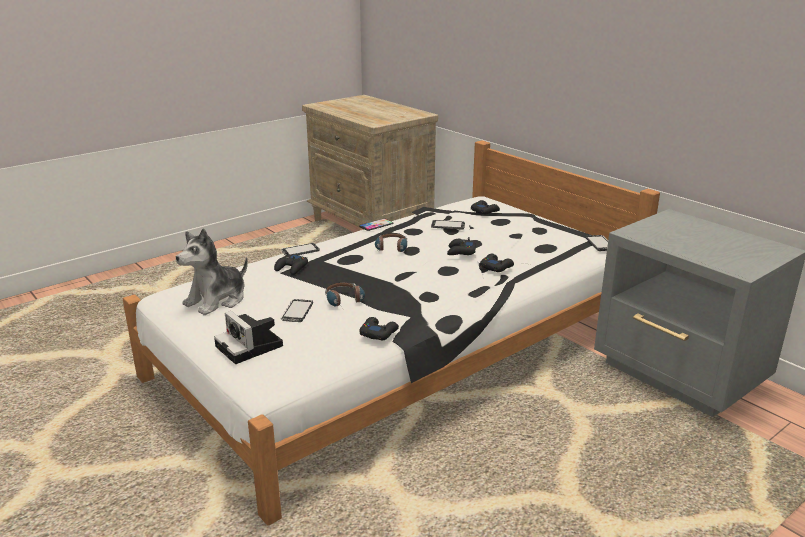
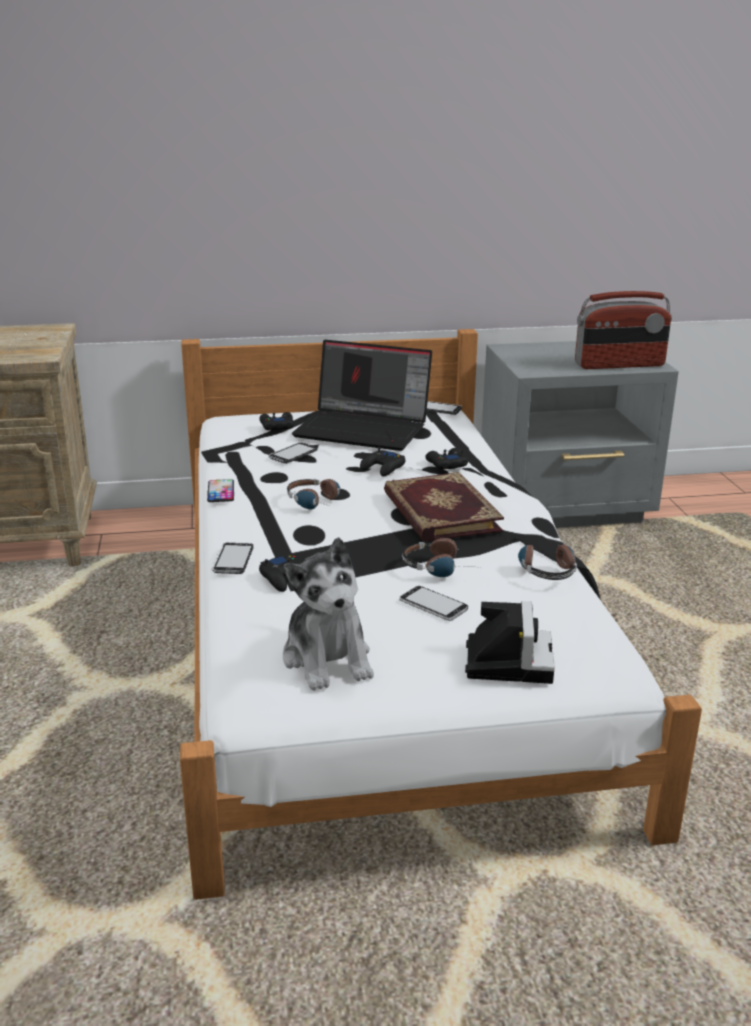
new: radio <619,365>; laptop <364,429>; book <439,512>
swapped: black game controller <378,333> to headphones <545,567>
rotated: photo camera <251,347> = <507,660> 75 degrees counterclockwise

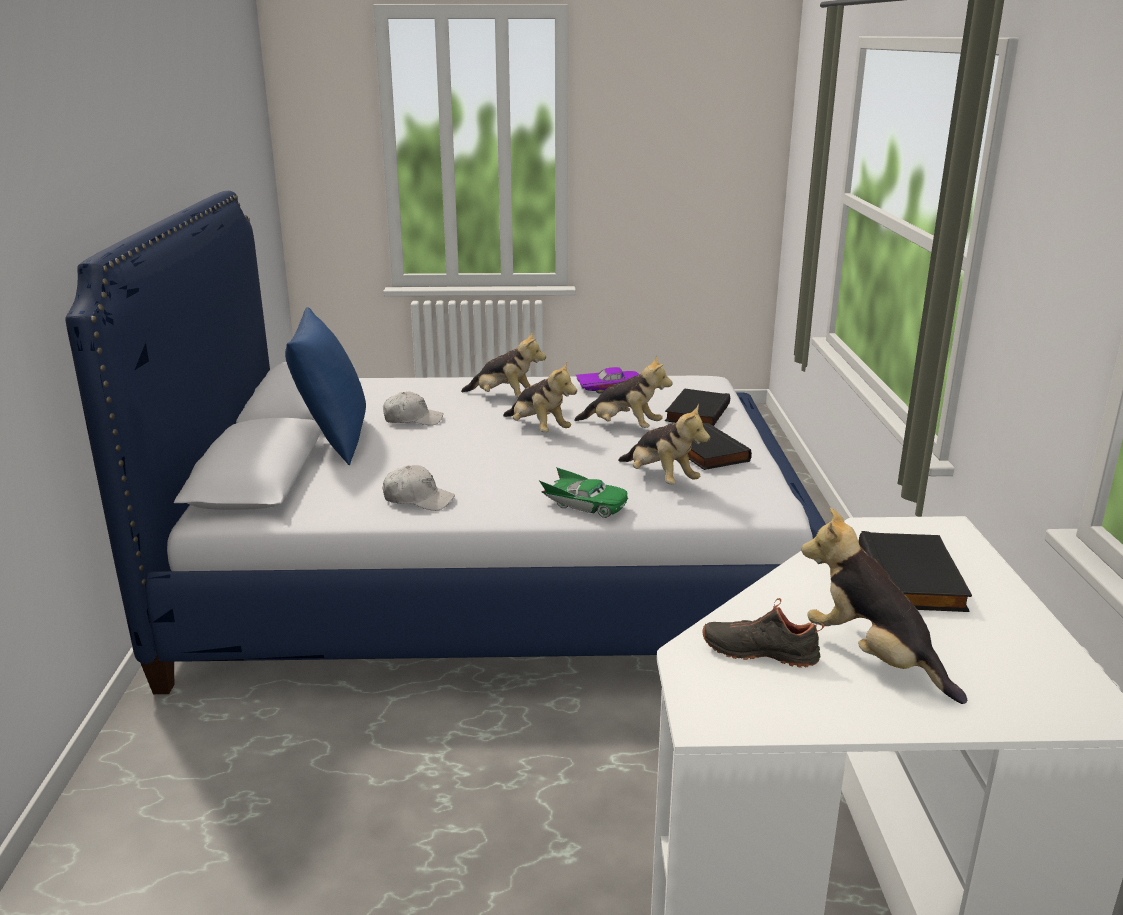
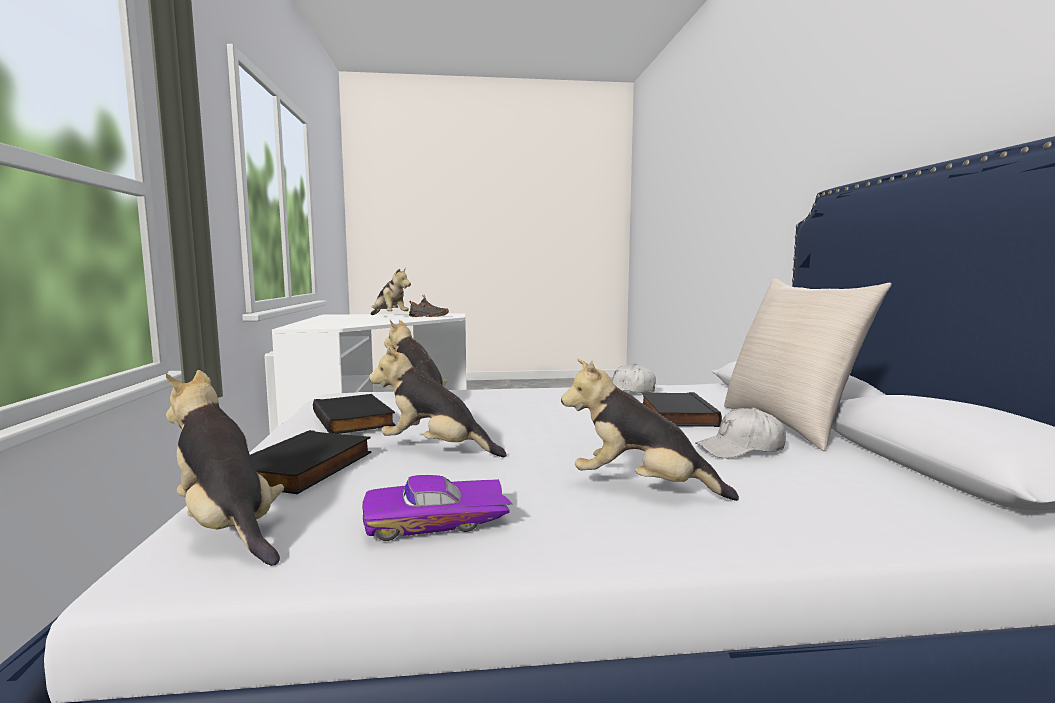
gone: green toy car <584,505>
shifted: plush toy <538,430> to <228,528>; black book <913,579> to <675,415>
repainted: blue pillow <333,440> to beige pillow <789,425>

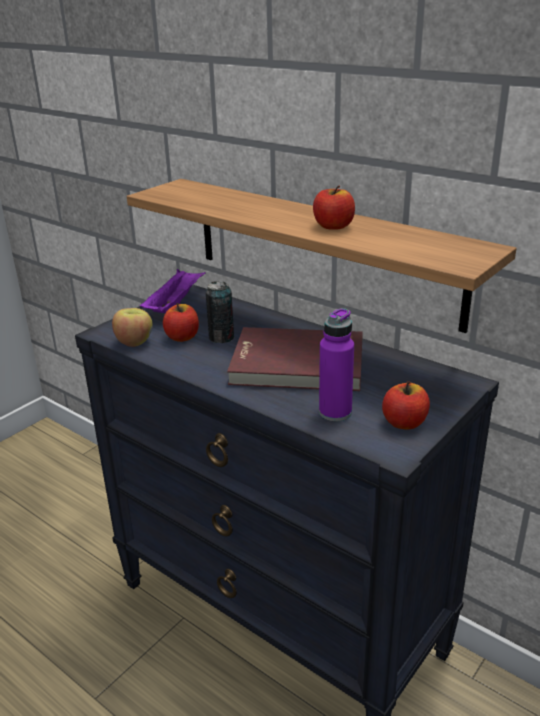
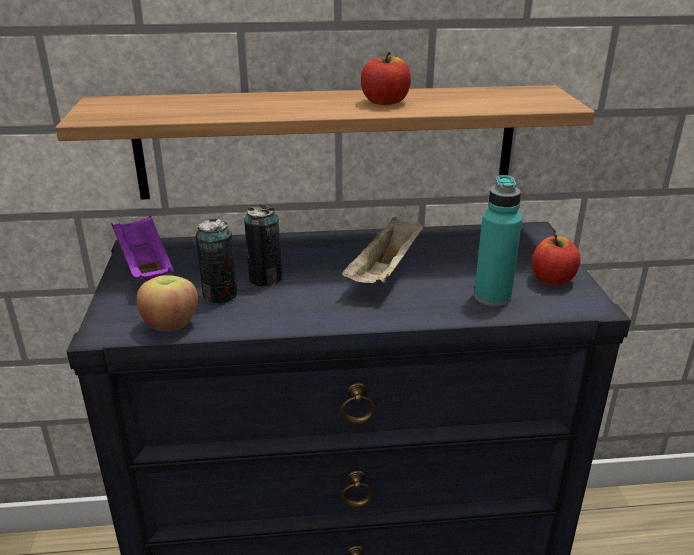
swapped: apple <182,337> to can <220,295>; red book <297,364> to beige tray <385,272>
repainted: purple bottle <335,412> to turquoise bottle <492,297>

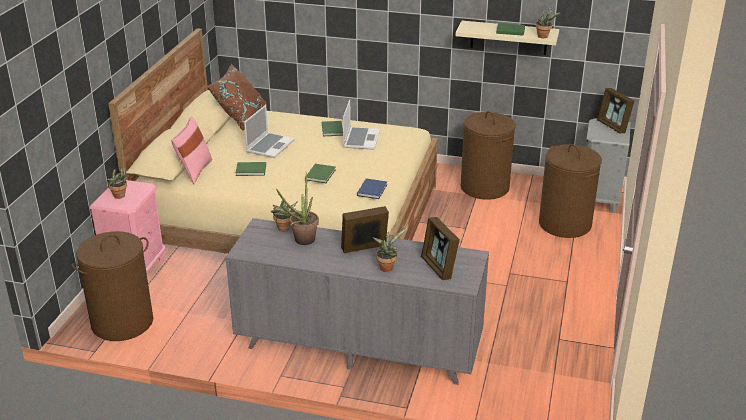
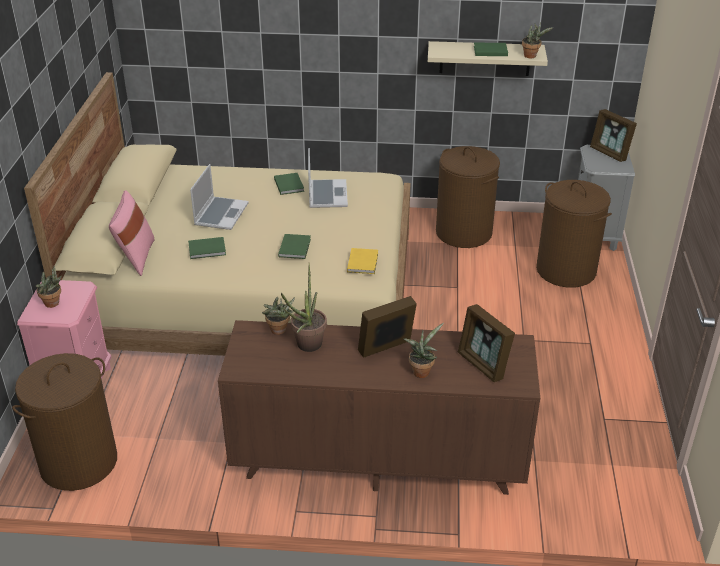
gone: brown pillow <240,118>
repainted: blue book <373,190> to yellow book <363,262>; grey dresser <358,346> to brown dresser <377,459>

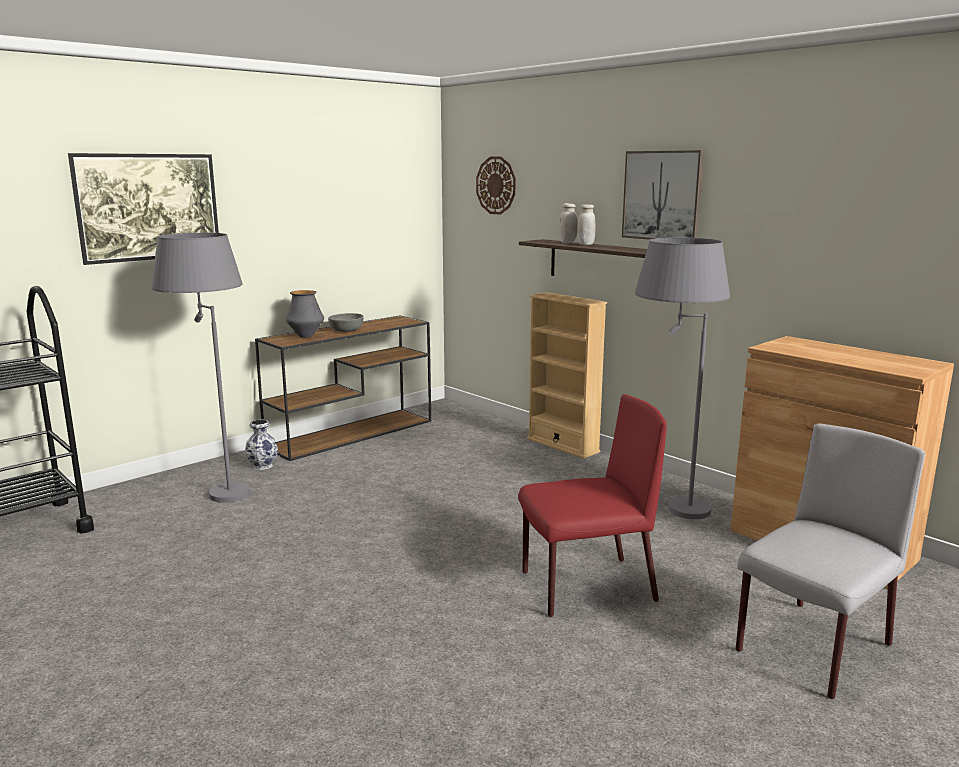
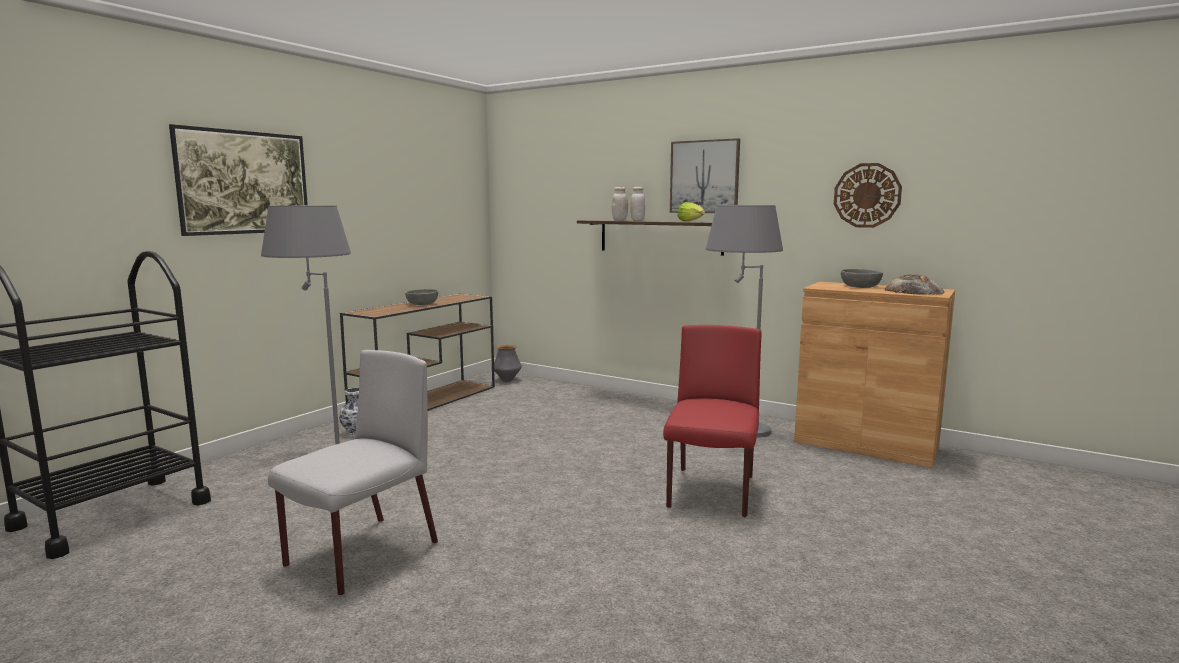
gone: beige bookcase <562,445>
new: lettuce <691,221>; grey bowl <860,286>; bread <914,291>
shifted: wall clock <496,185> to <867,195>; vase <305,336> to <507,380>; grey chair <812,649> to <360,555>
rotated: red chair <585,587> = <711,492> 45 degrees counterclockwise

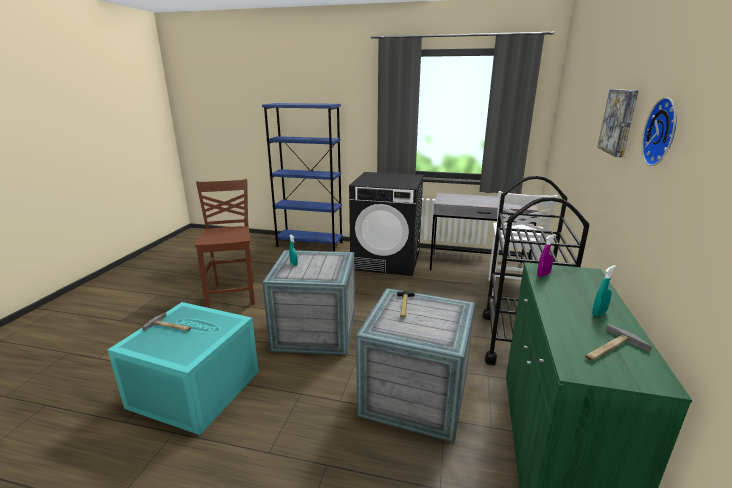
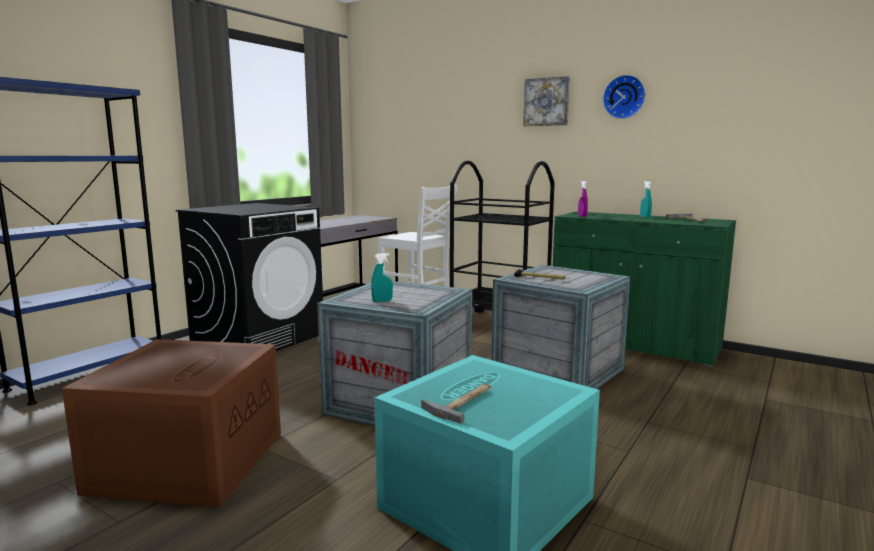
swapped: brown chair <233,293> to brown storage box <188,460>

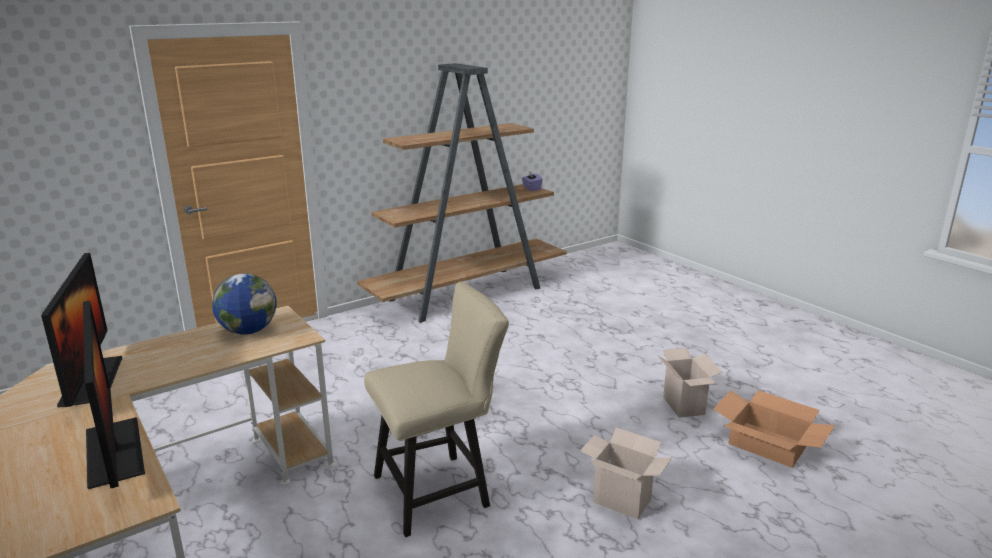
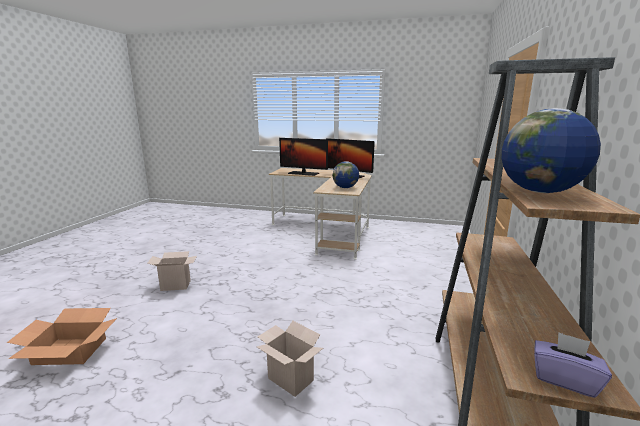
gone: beige chair <440,490>
new: globe <540,192>
shifted: cardboard box <685,406> to <289,379>

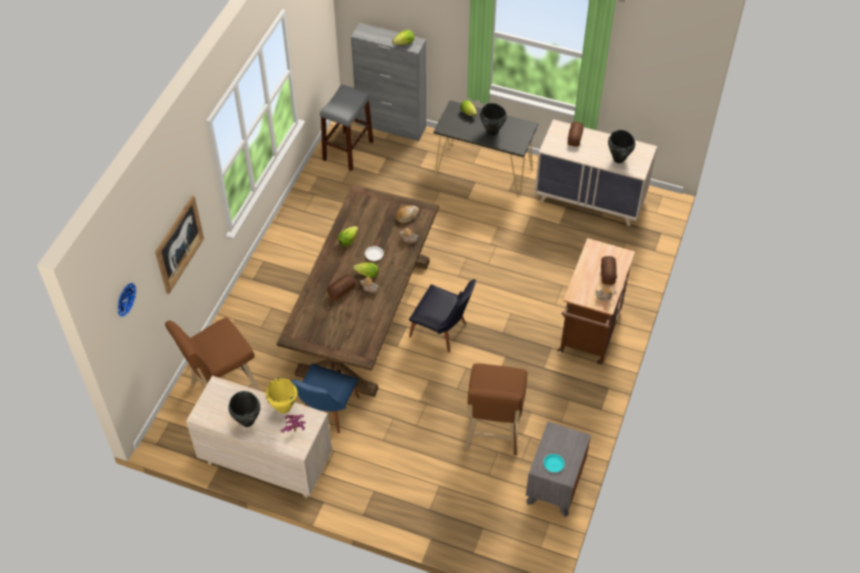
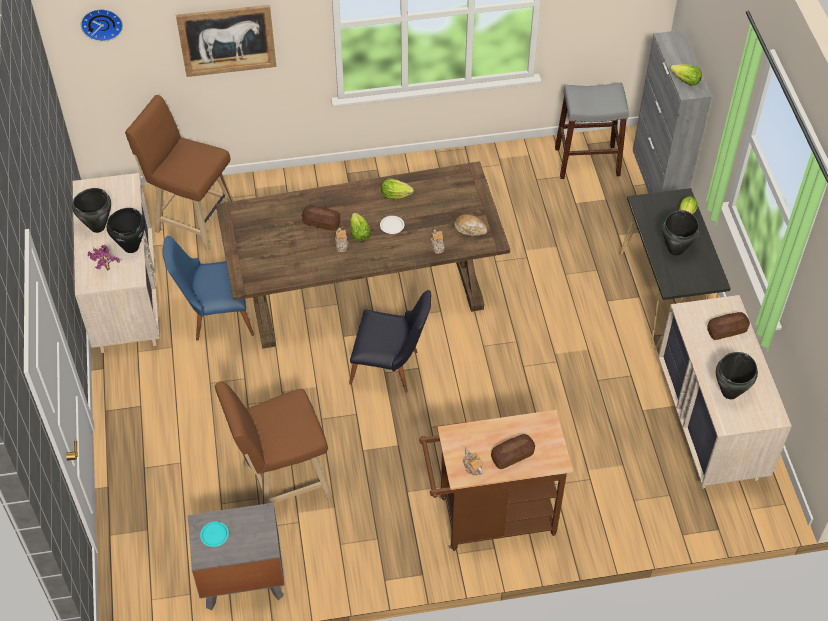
repainted: yellow cooking pot <283,408> to black cooking pot <130,247>
rotated: black chair <443,332> = <391,369> 75 degrees counterclockwise

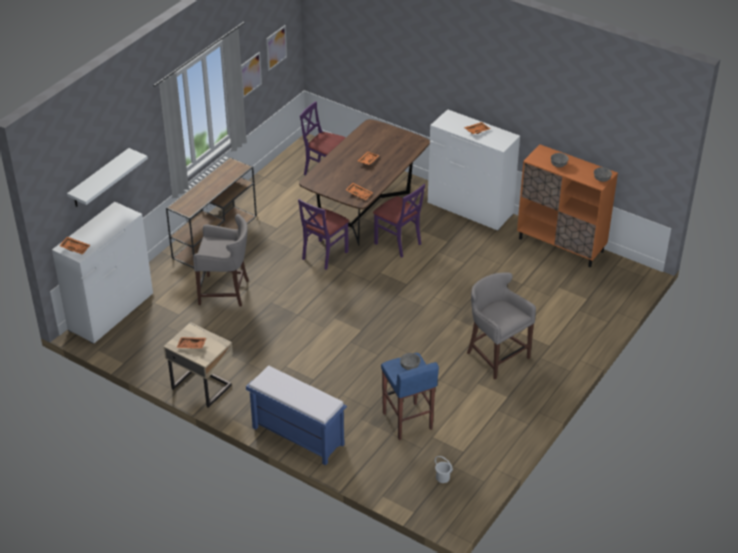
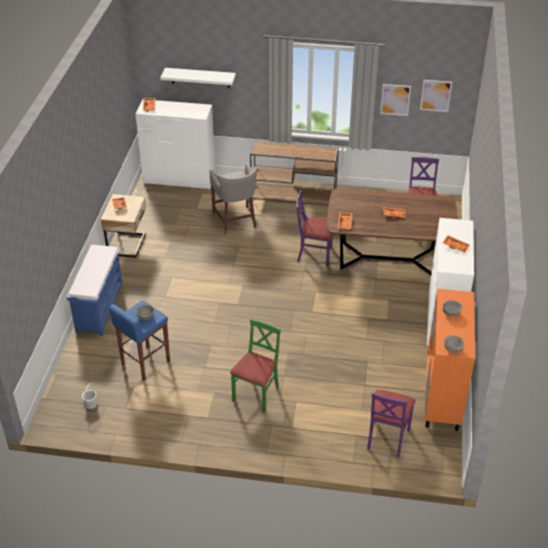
shifted: purple chair <398,243> to <387,438>
swapped: grey stool <496,355> to green chair <257,394>

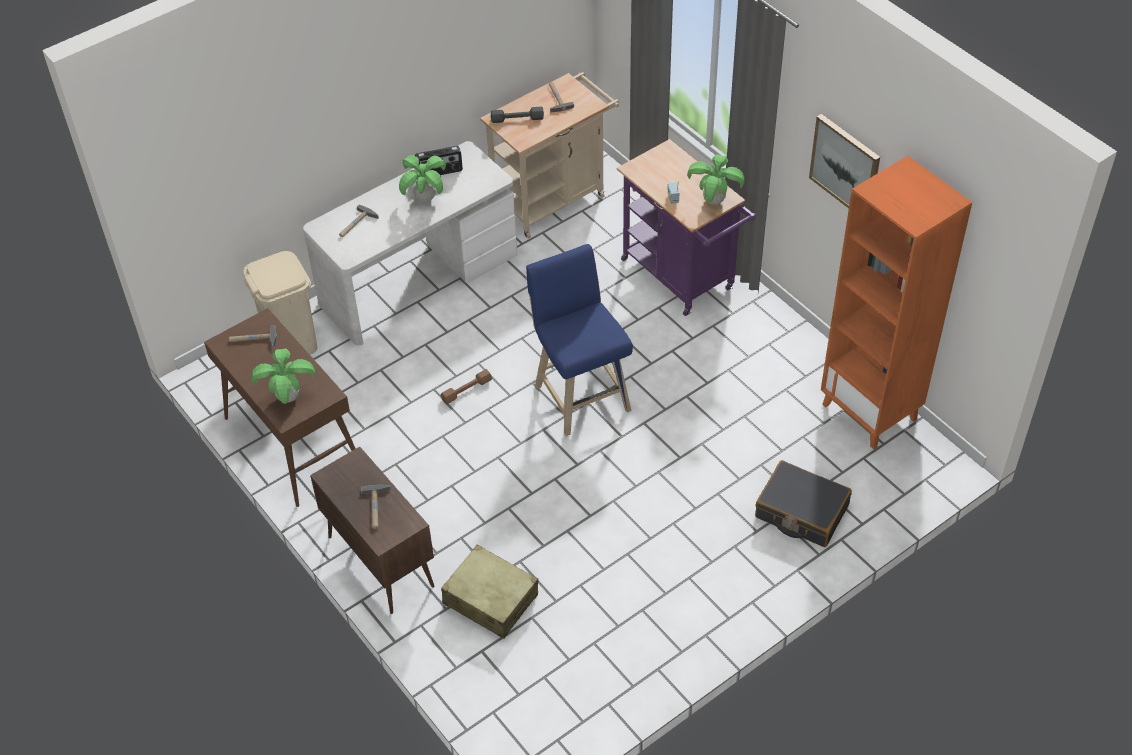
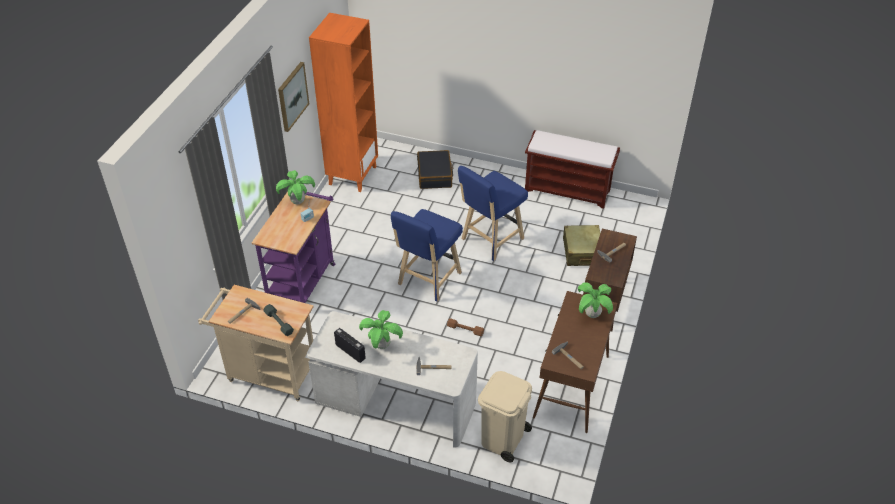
new: brown bench <568,190>; blue stool <490,240>

